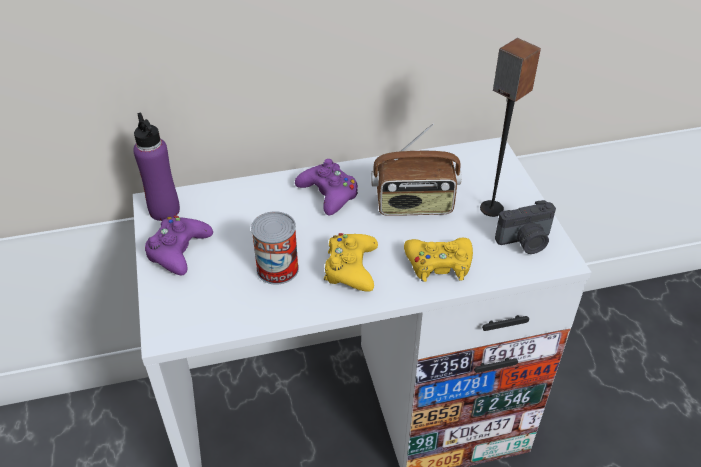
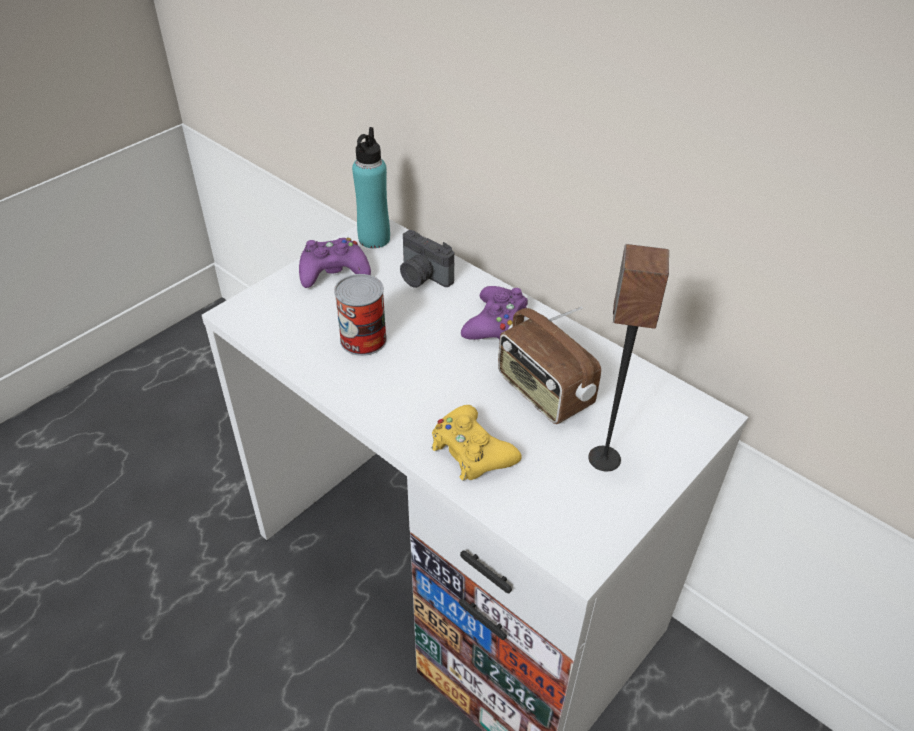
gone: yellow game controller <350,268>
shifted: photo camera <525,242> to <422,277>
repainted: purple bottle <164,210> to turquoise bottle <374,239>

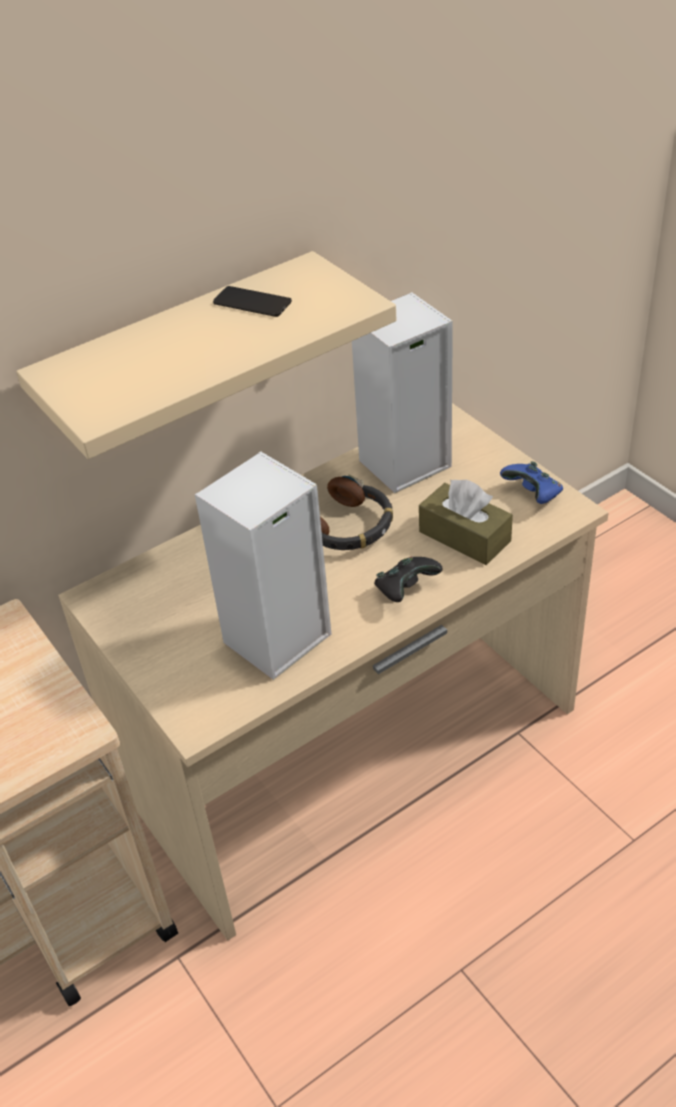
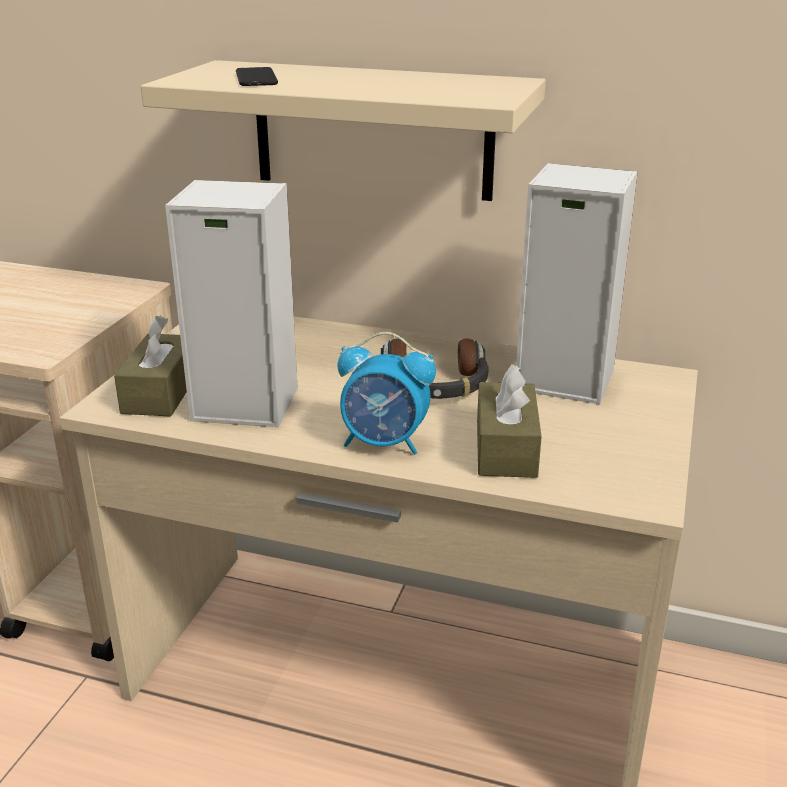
gone: blue game controller <533,494>
new: brown tissue box <161,392>
shifted: phone <252,302> to <256,78>
swapped: black game controller <406,589> to alarm clock <385,443>

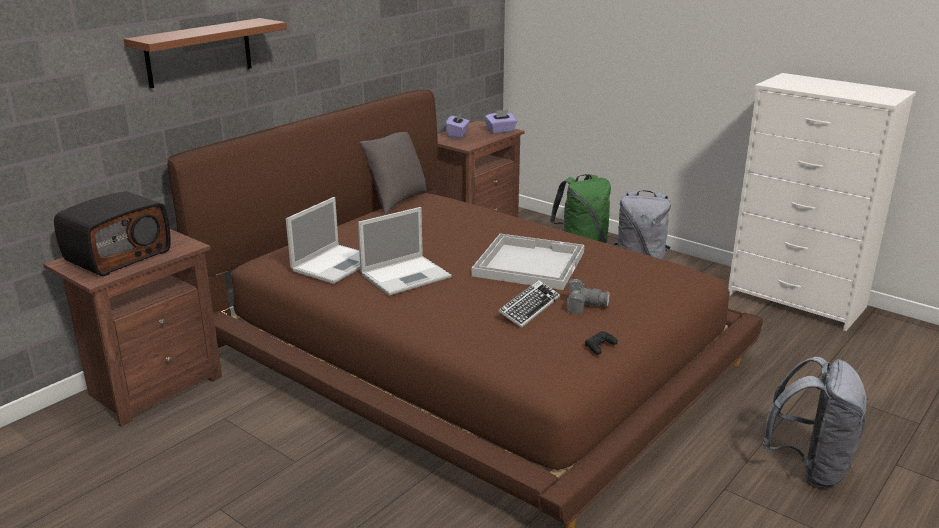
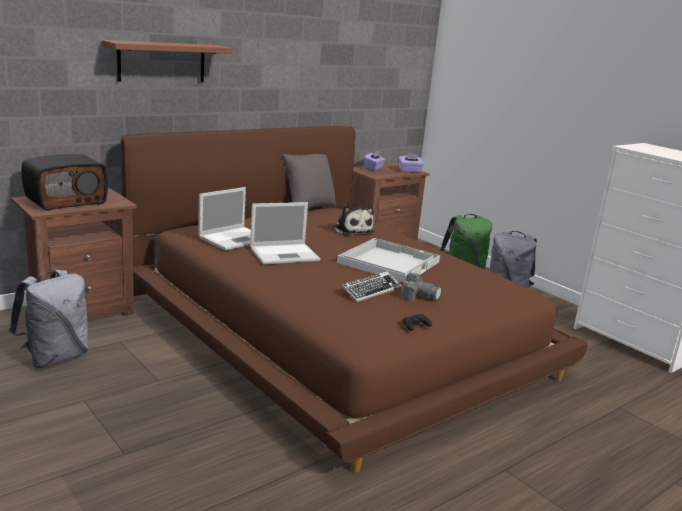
new: plush toy <351,230>
shifted: grey backpack <809,466> to <55,358>

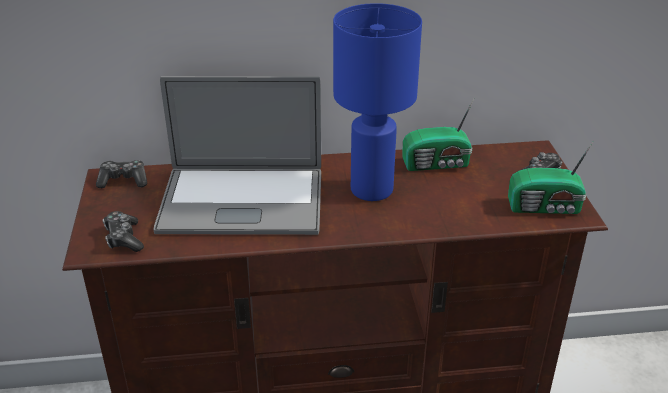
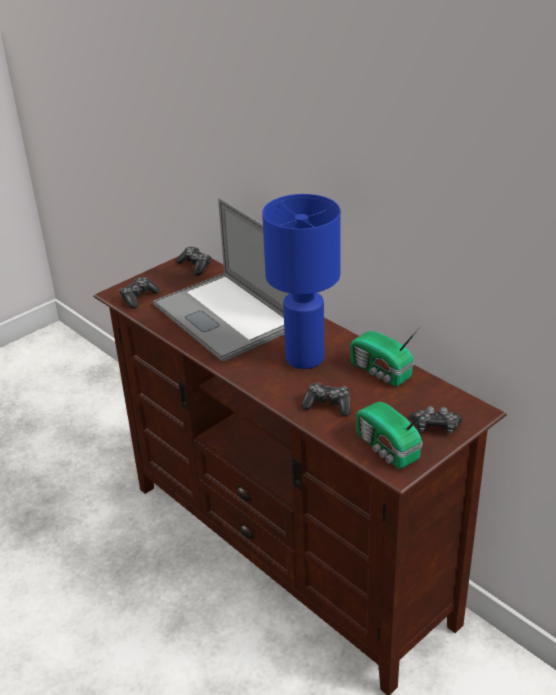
new: game controller <328,405>

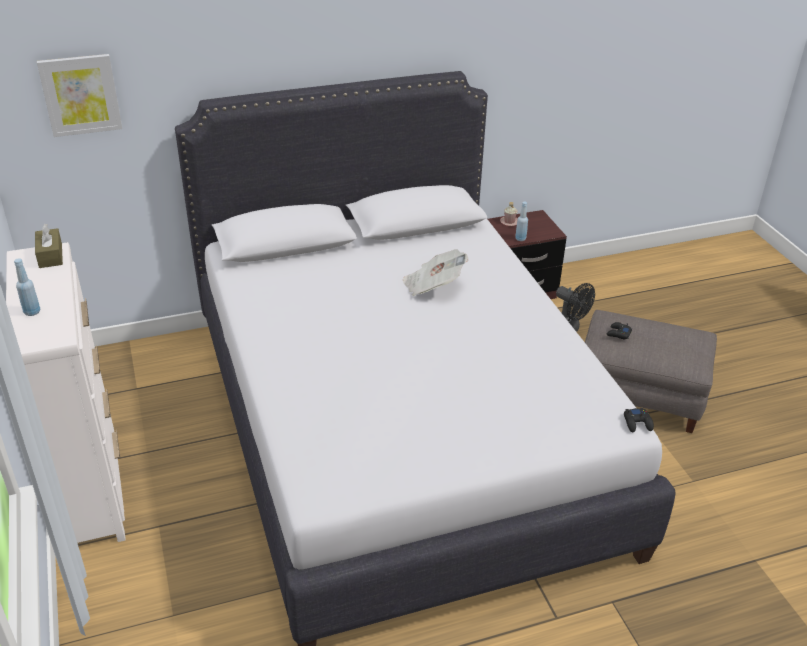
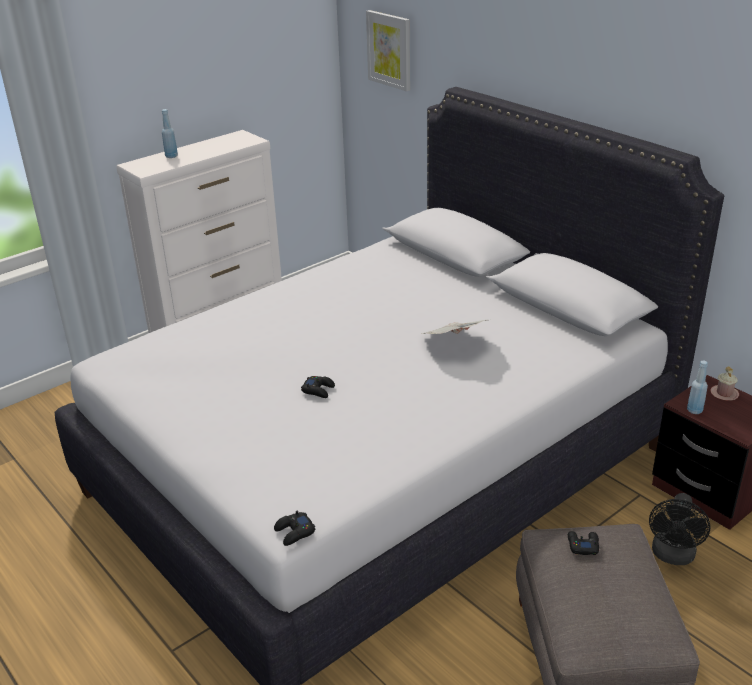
gone: brown tissue box <50,255>
new: black game controller <318,390>

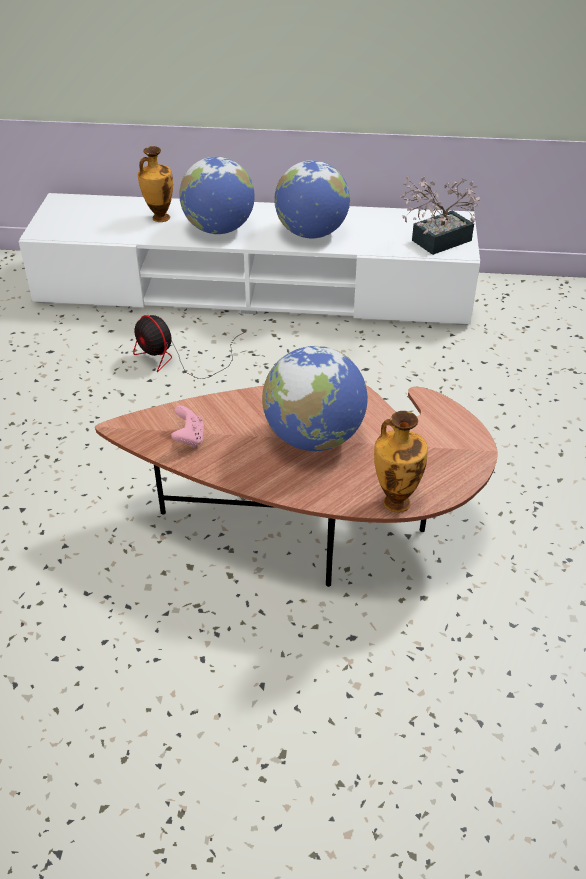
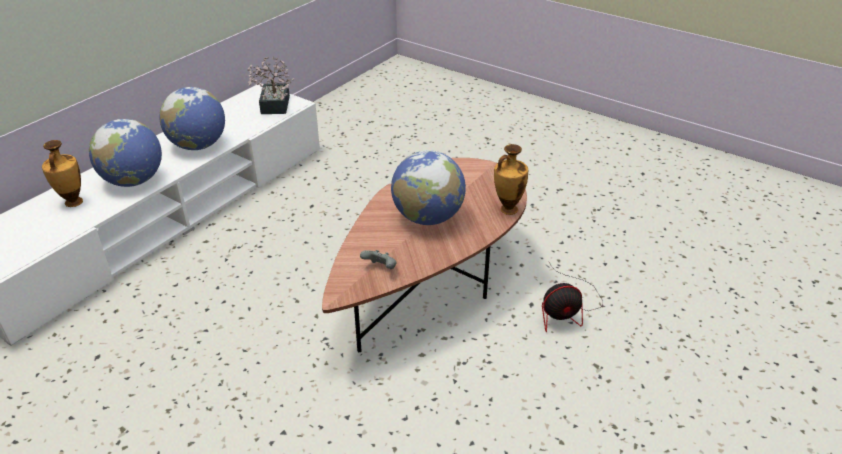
shifted: fan <178,359> to <566,309>
repainted: pink game controller <189,438> to grey game controller <380,268>

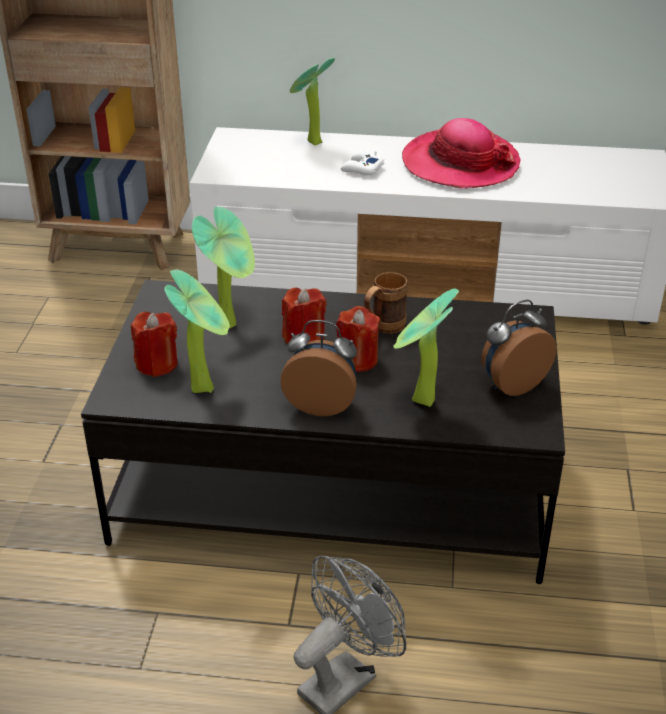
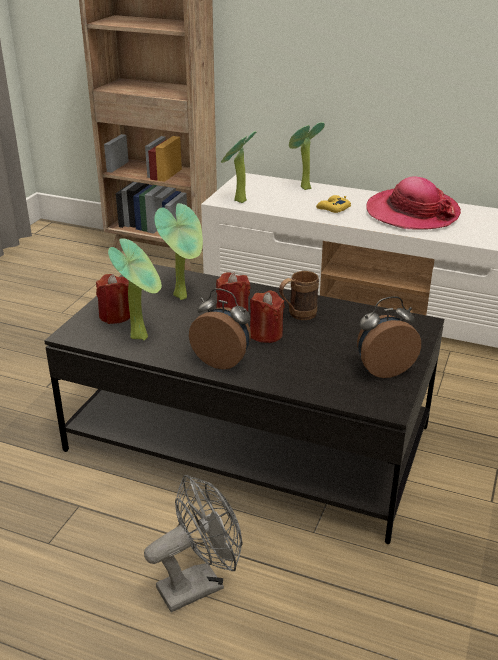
shifted: potted plant <419,403> to <237,202>
repainted: white game controller <361,169> to yellow game controller <333,208>

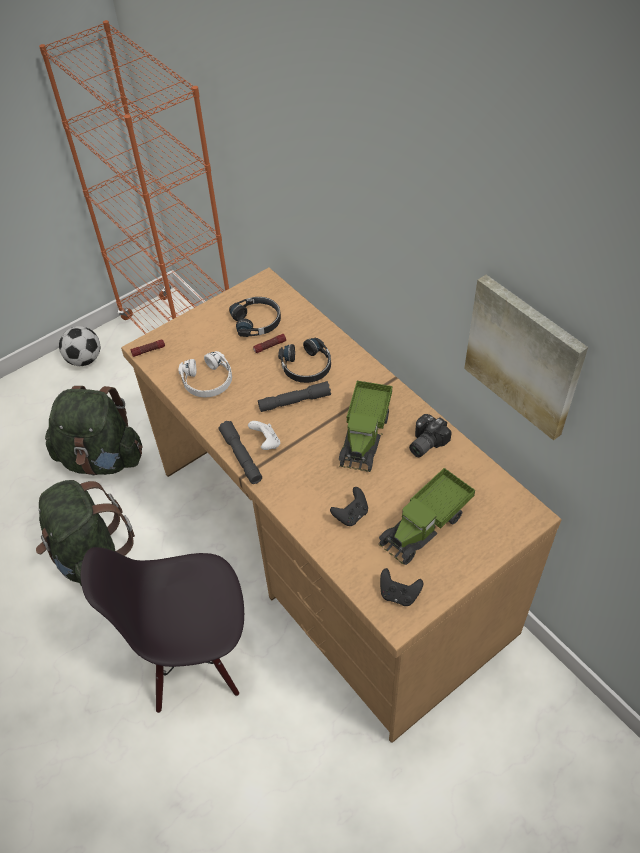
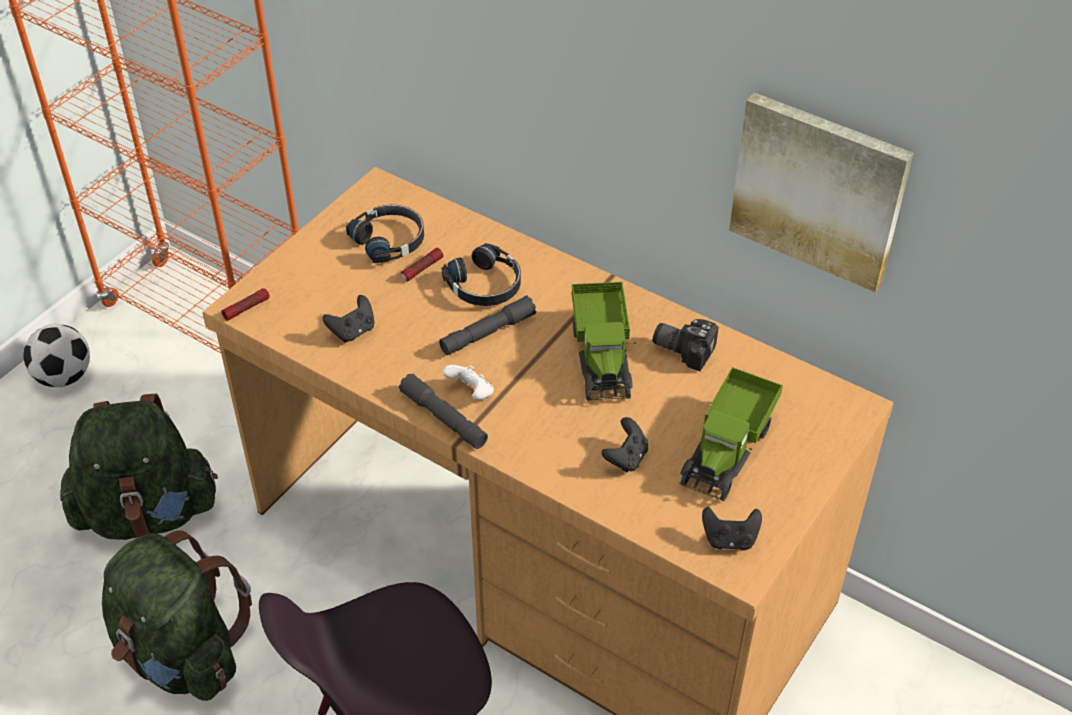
swapped: white headphones <208,381> to black game controller <353,331>
rotated: photo camera <424,442> = <684,348> 90 degrees clockwise

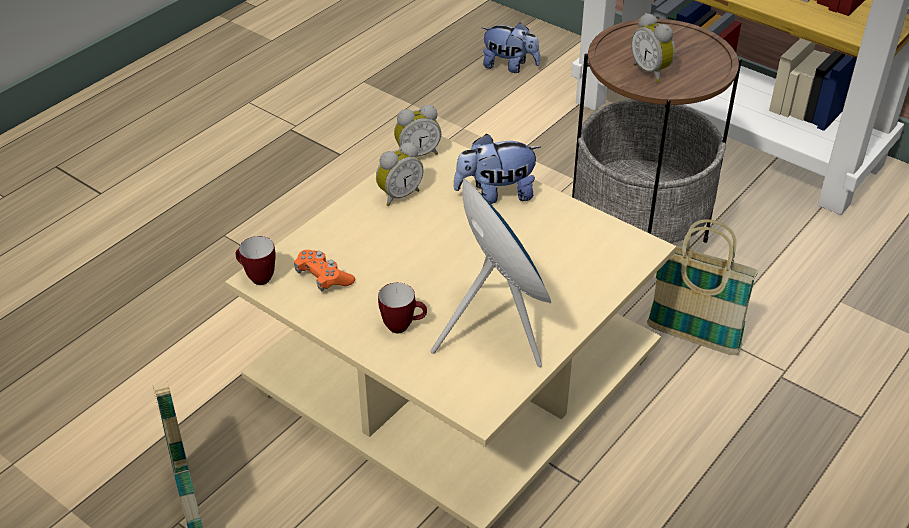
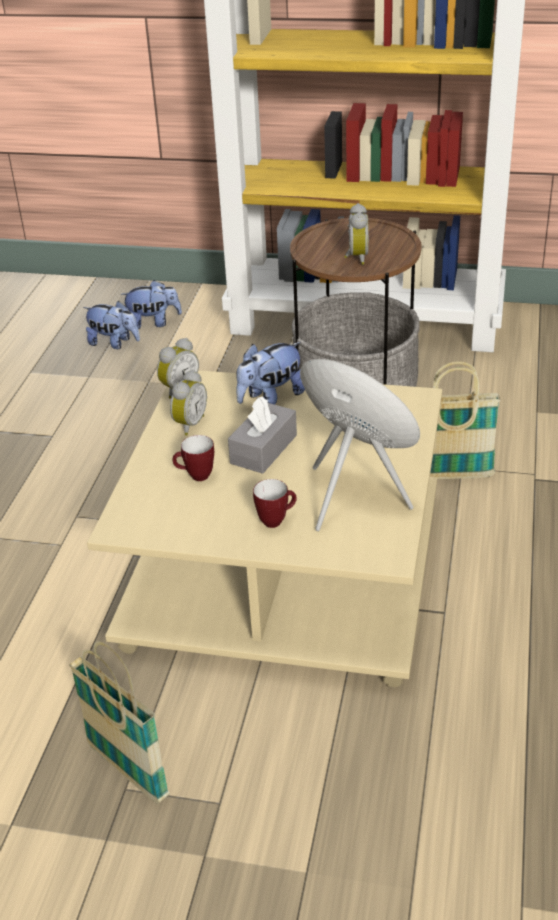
gone: orange game controller <323,277>
new: plush toy <114,343>; grey tissue box <263,449>
shifted: mug <256,278> to <195,476>
rotated: alarm clock <652,71> = <355,257> 120 degrees counterclockwise

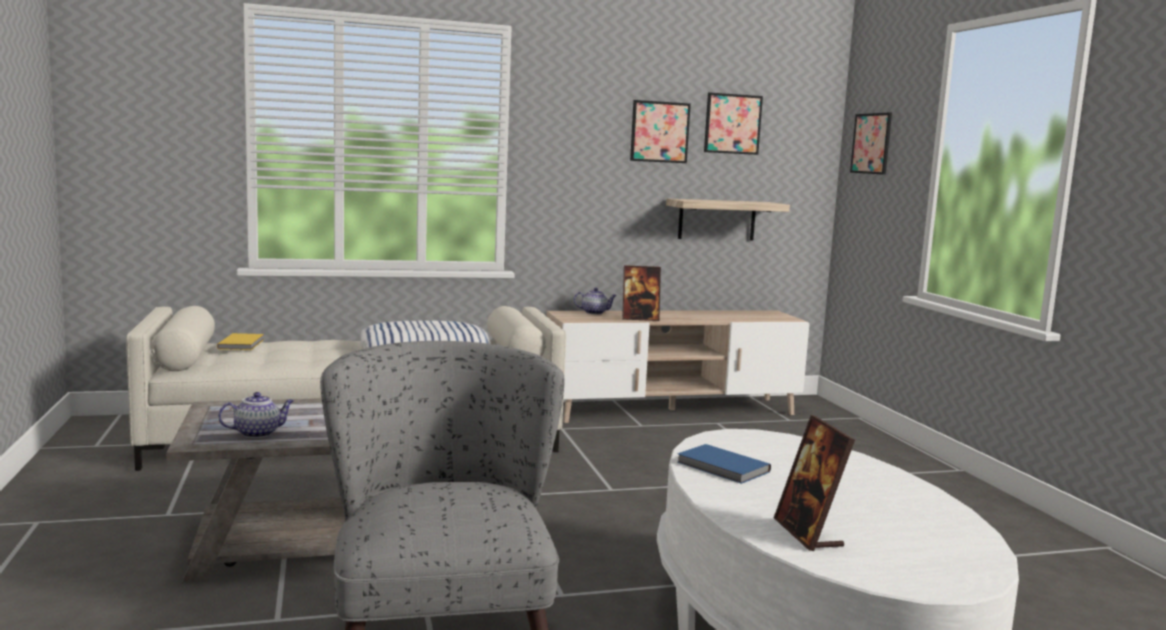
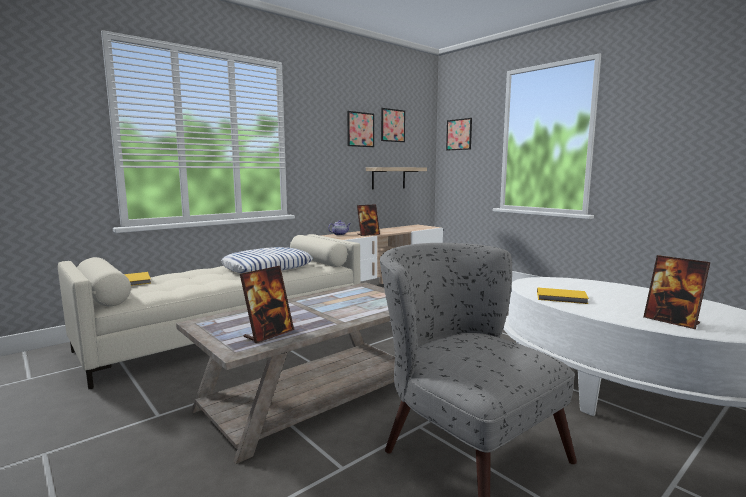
swapped: teapot <258,433> to picture frame <268,334>
repainted: blue book <722,467> to yellow book <562,298>

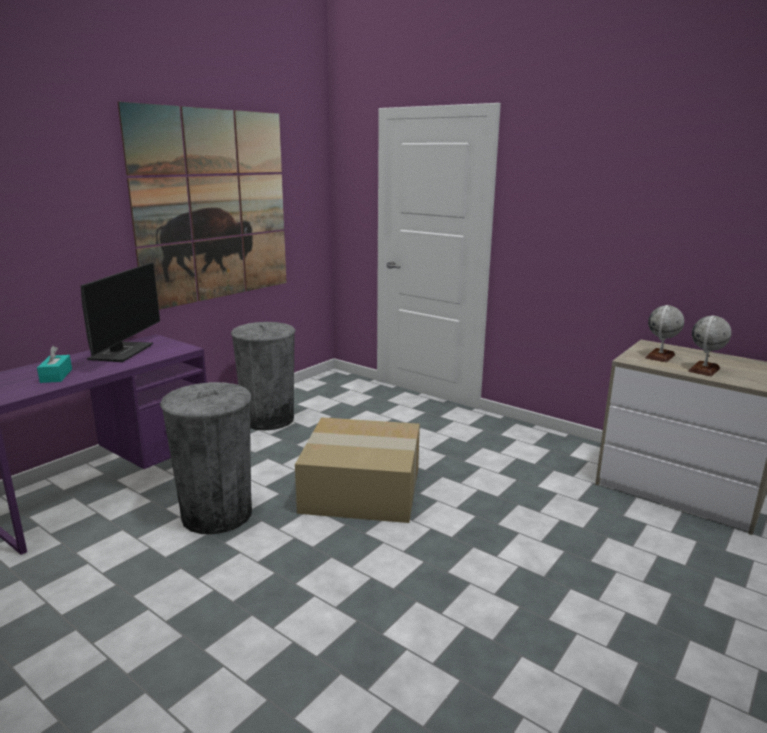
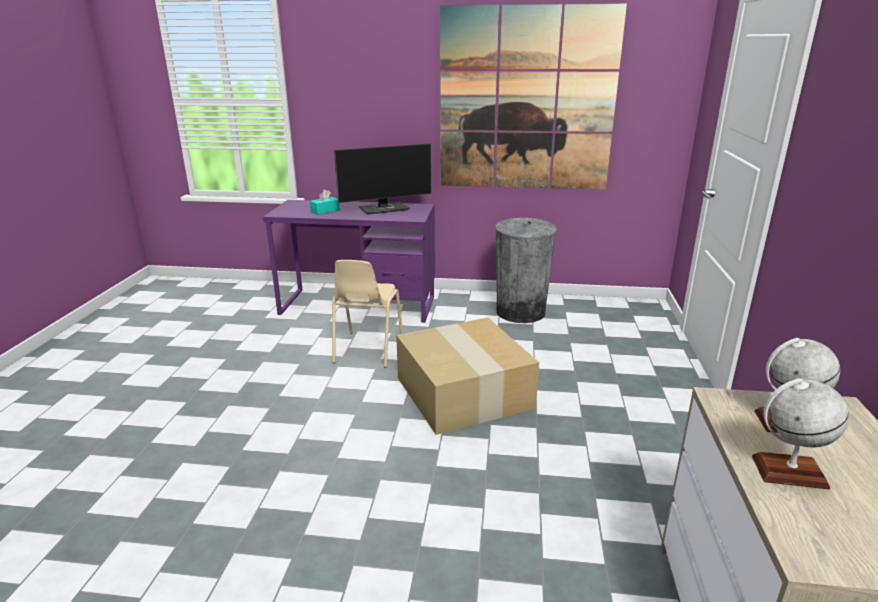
swapped: grey trash can <217,514> to beige chair <367,349>

